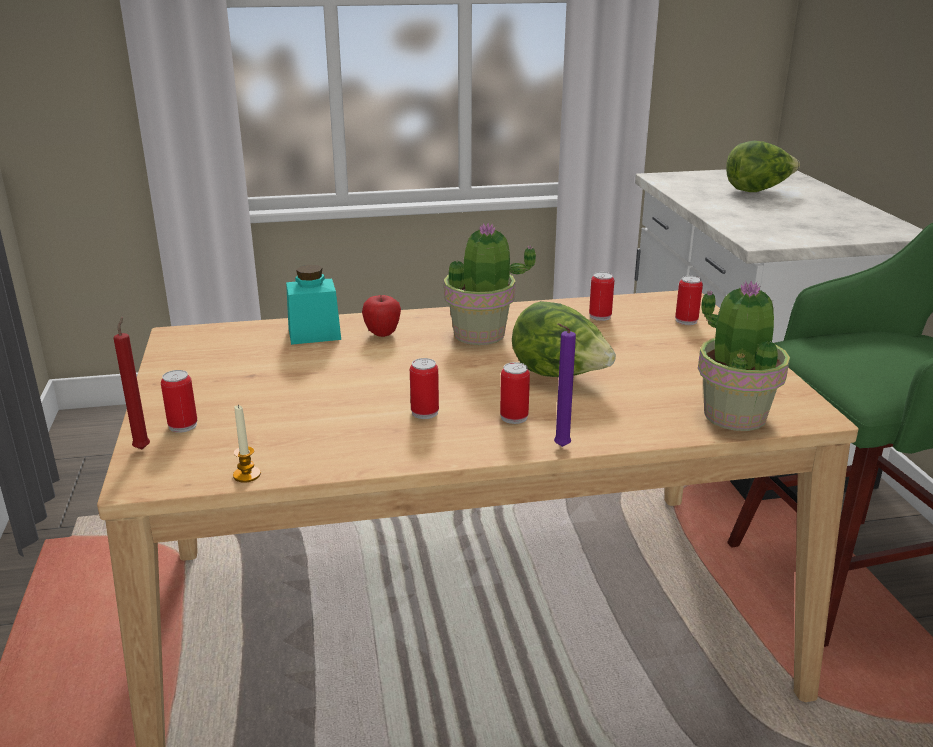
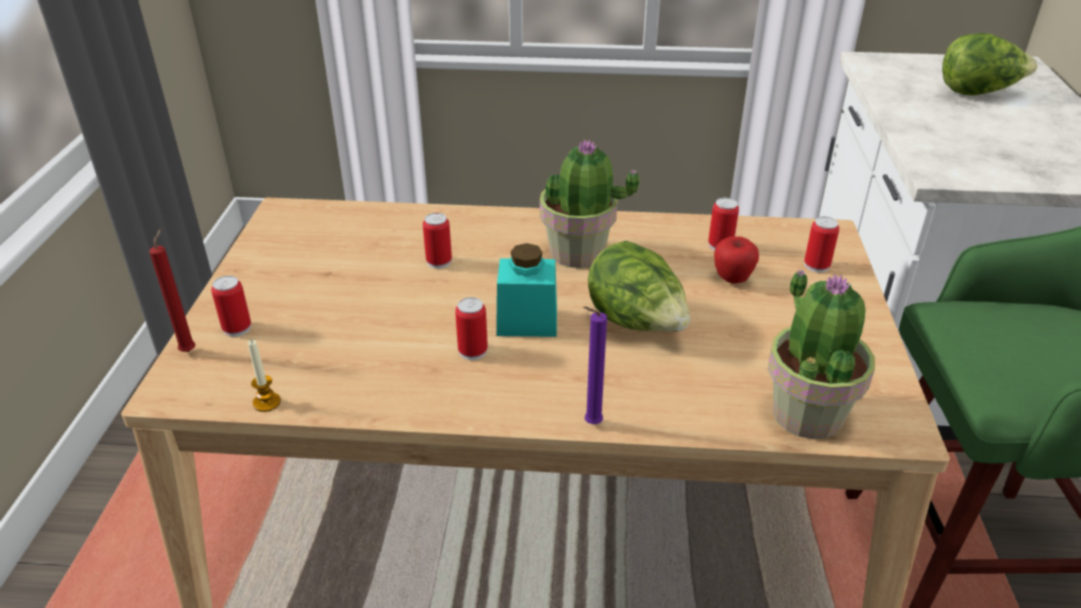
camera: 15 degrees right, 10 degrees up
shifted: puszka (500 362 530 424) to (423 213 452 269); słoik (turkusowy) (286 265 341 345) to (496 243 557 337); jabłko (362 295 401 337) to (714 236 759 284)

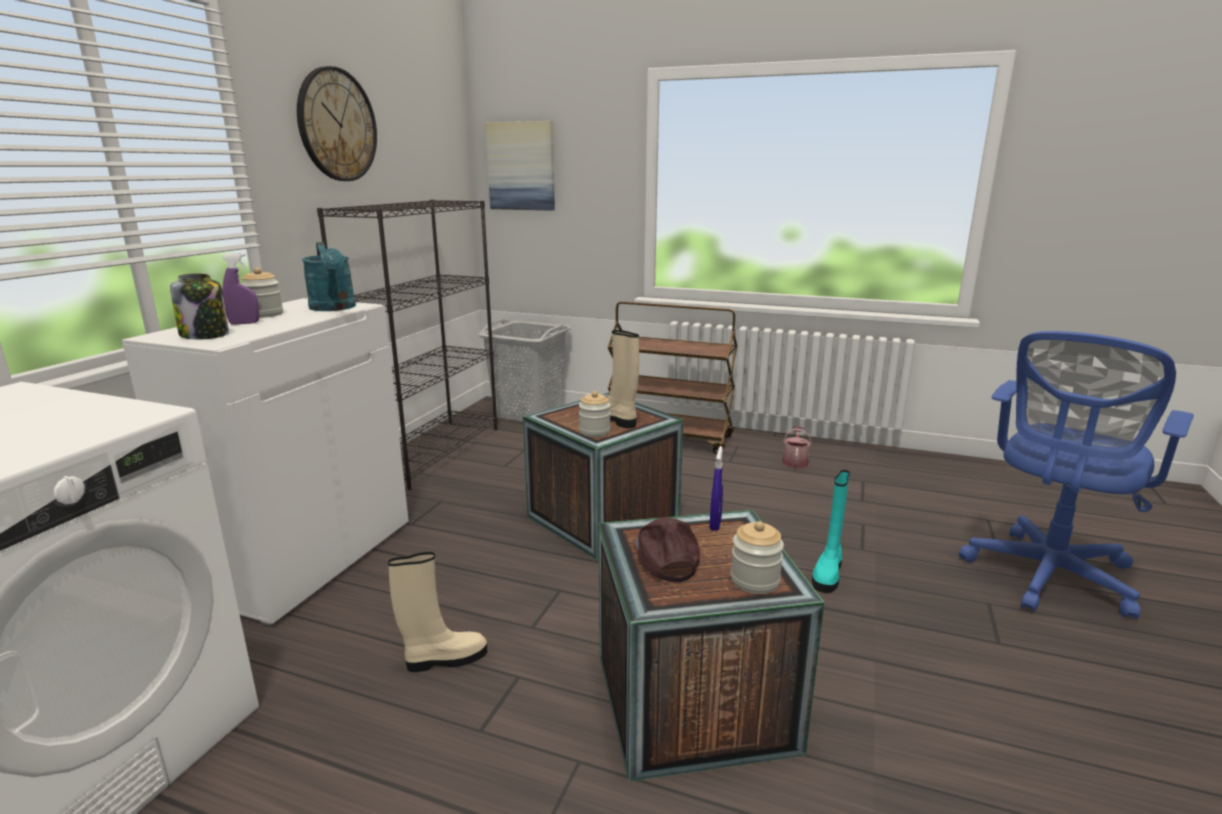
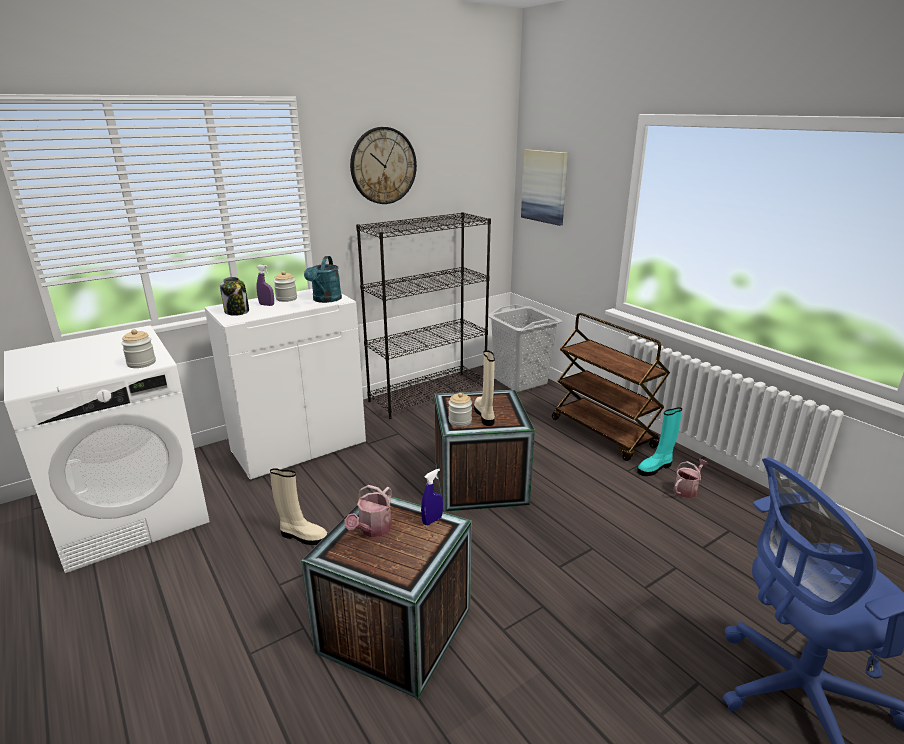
camera: 35 degrees right, 5 degrees up
shifted: słoik (731 521 784 594) to (121 329 156 368); but z cholewką (turkusowy) (812 470 850 593) to (637 407 682 476)
swapped: czapka z daszkiem (brązowy) (634 517 700 583) to konewka (345 485 392 537)

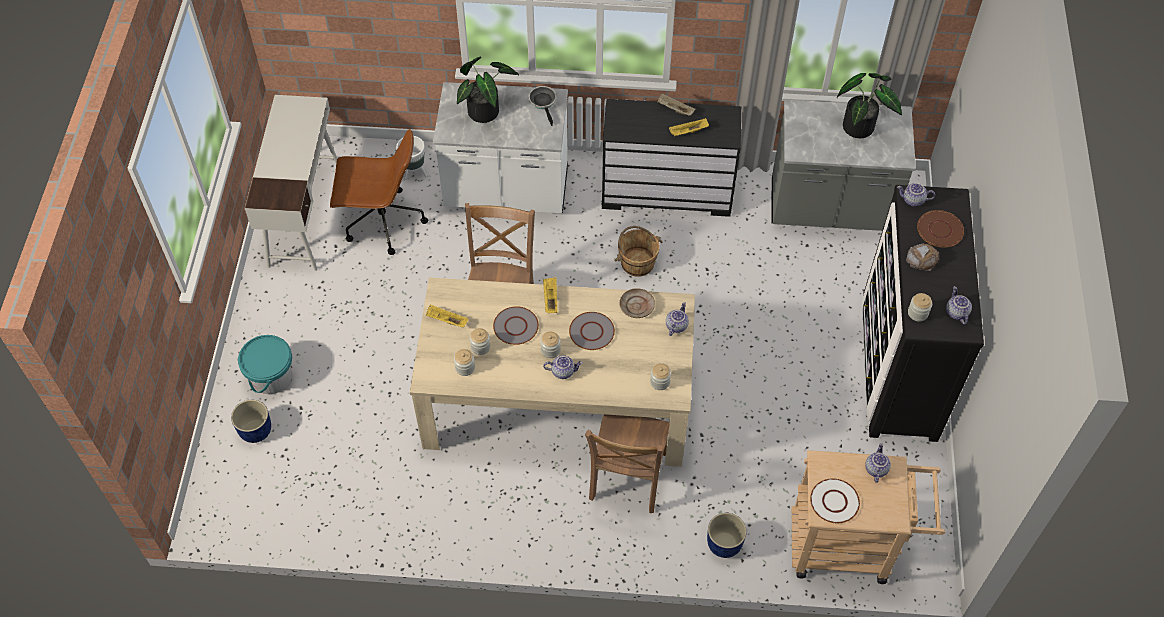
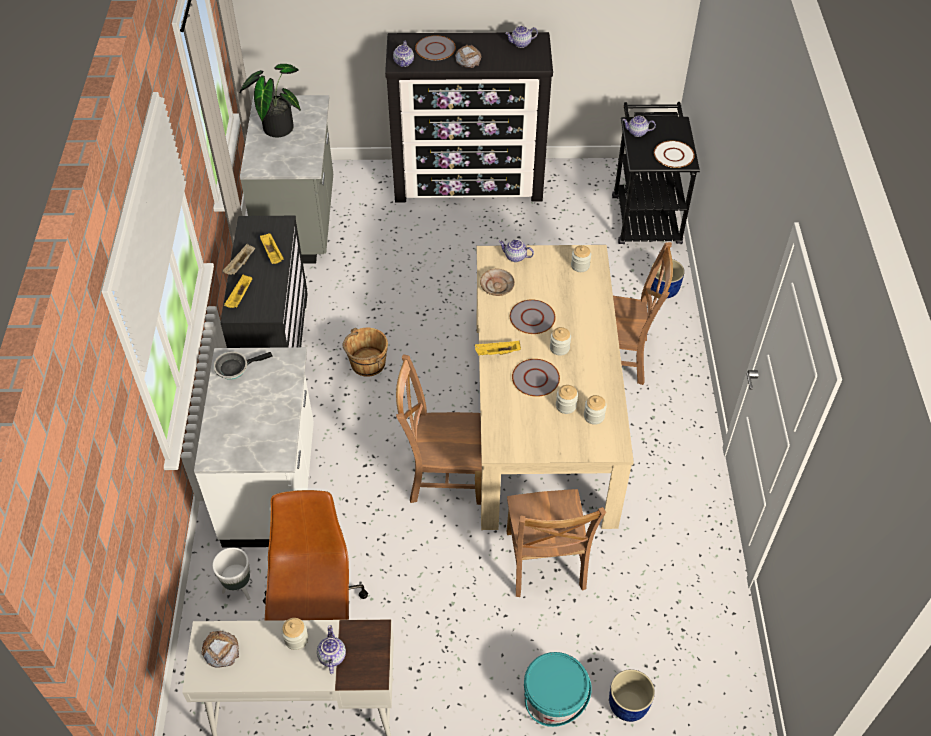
camera: 95 degrees left, 5 degrees down
gone: roślina doniczkowa (457 57 519 123)
new: chleb (201 631 239 668); krzesło (brązowy) (506 489 606 597)
shifted: taca (żółty) (426 304 469 327) to (224 274 253 308); słoik (908 293 932 321) to (281 618 308 650); imbryk (543 355 583 379) to (317 625 346 674)
repainted: talerz (brązowy) (917 210 964 247) to talerz (szary) (415 35 456 61); wózek (beżowy) (792 450 945 584) to wózek (czarny) (612 102 700 244)

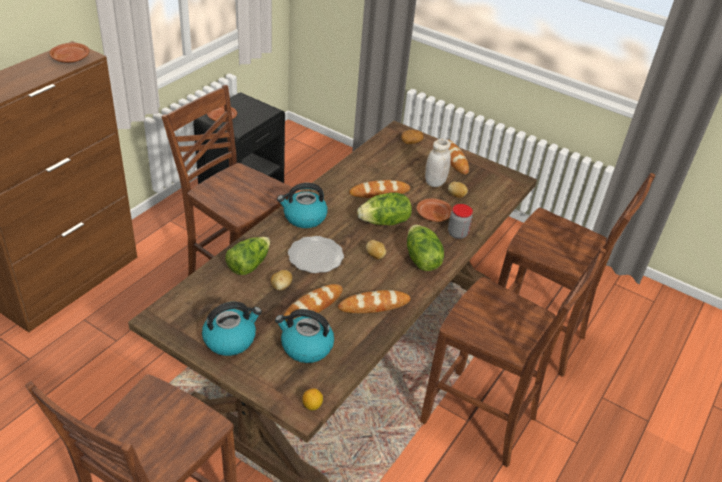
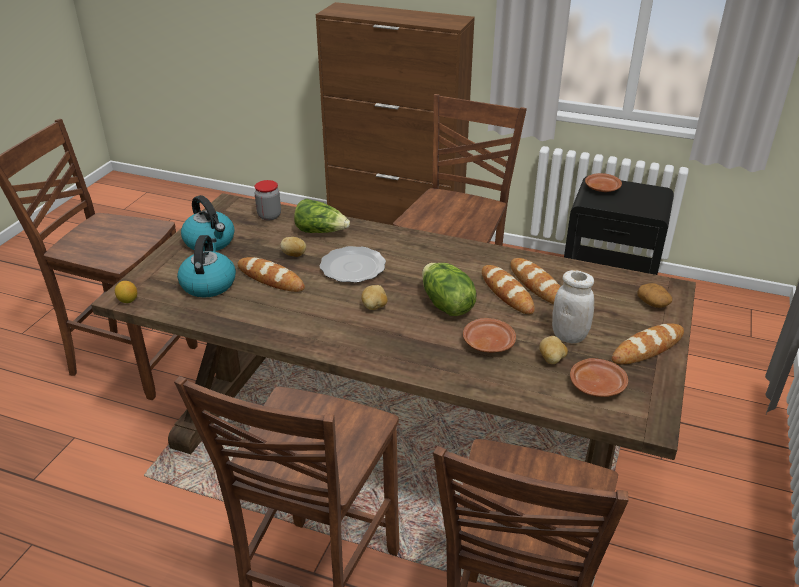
camera: 80 degrees right, 5 degrees down
gone: czajnik (277 183 328 228); sałata (407 225 444 271)
shifted: słoik (448 204 473 239) to (255 180 281 221); chleb (338 290 411 313) to (510 258 561 304); talerz (brązowy) (50 43 89 63) to (570 358 628 397)

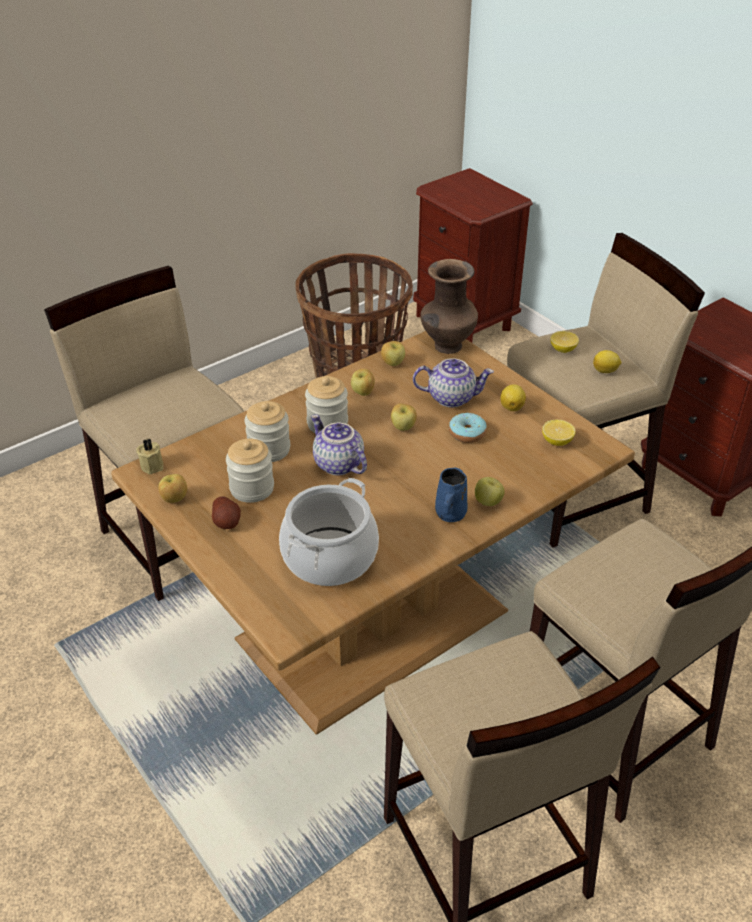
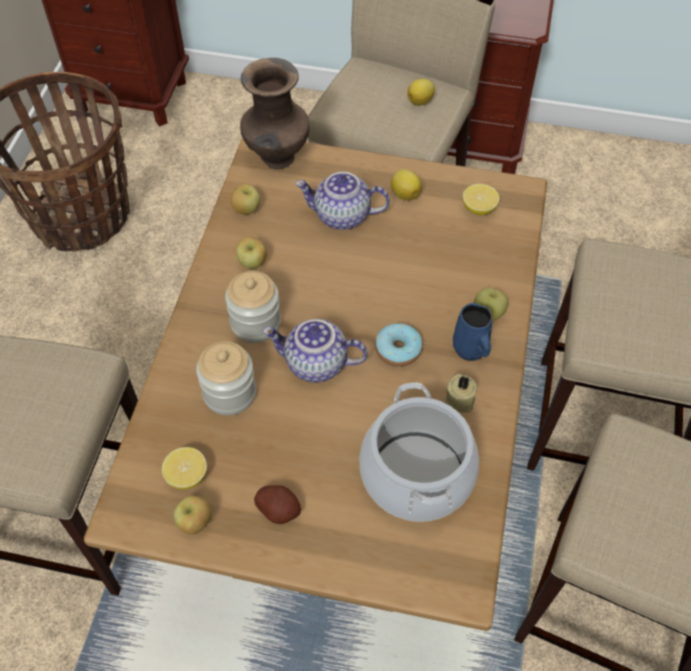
camera: 40 degrees left, 15 degrees up
gone: słoik (226 439 274 503); jabłko (391 403 417 431)
shifted: cytryna (550 331 579 353) to (162 447 207 490); donut (449 413 487 443) to (375 323 422 367); świeca (beżowy) (136 439 164 474) to (444 374 477 413)
rotated: imbryk (413 358 494 408) = (295 172 390 230) 135 degrees counterclockwise

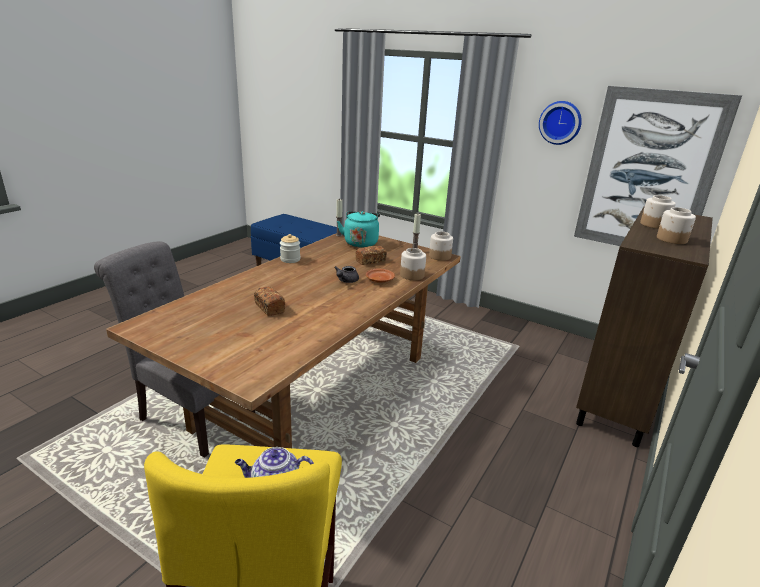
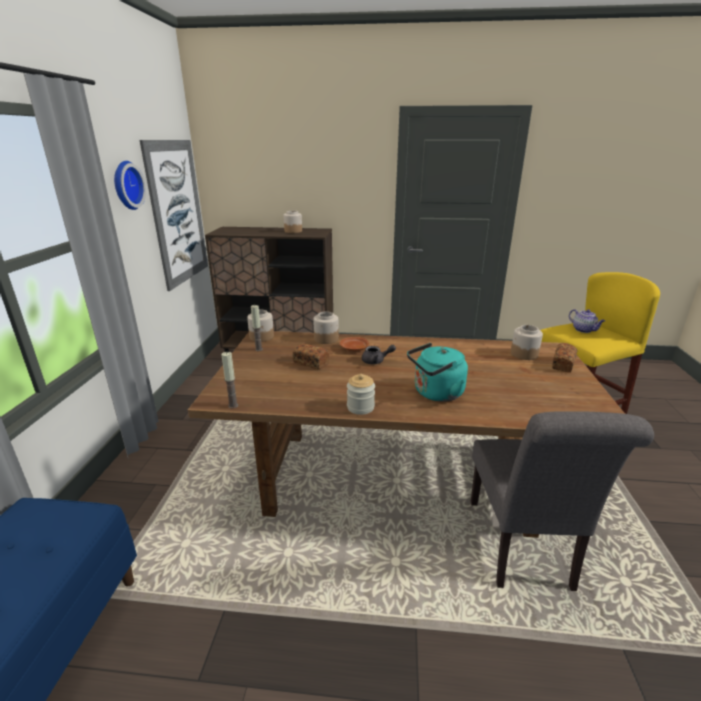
camera: 115 degrees left, 0 degrees up
shifted: czajnik (turkusowy) (337 211 380 248) to (407 343 468 402); słoik (640 195 676 229) to (511 325 543 360); chleb (254 286 285 316) to (552 343 577 373)

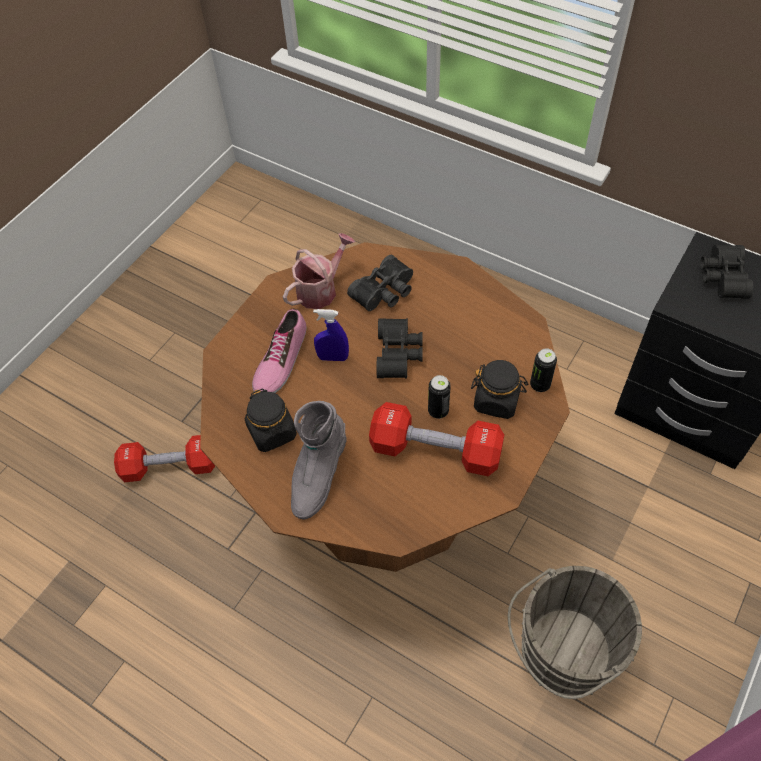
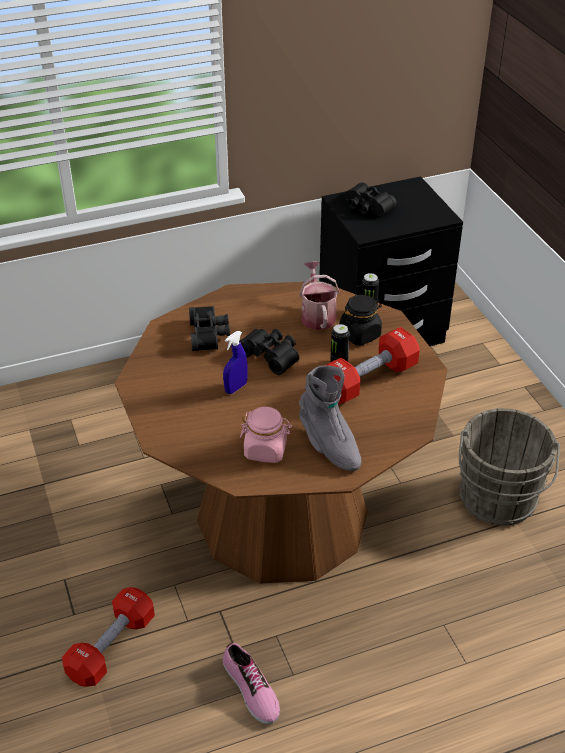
camera: 55 degrees left, 15 degrees down
shifted: but (252 308 306 393) to (223 643 280 724); konewka (283 233 355 309) to (299 261 340 330)
repainted: słoik (czarny) (245 388 297 452) to słoik (różowy) (240 407 292 463)

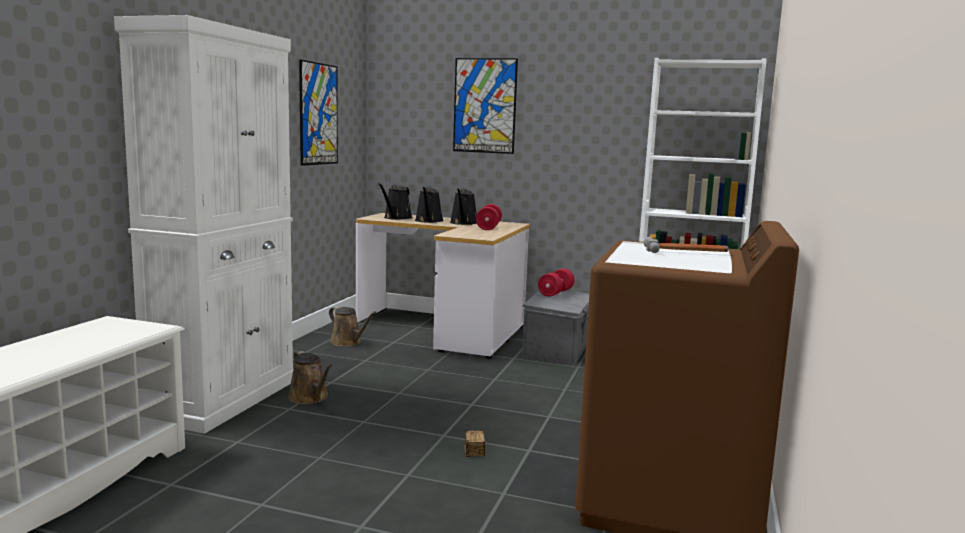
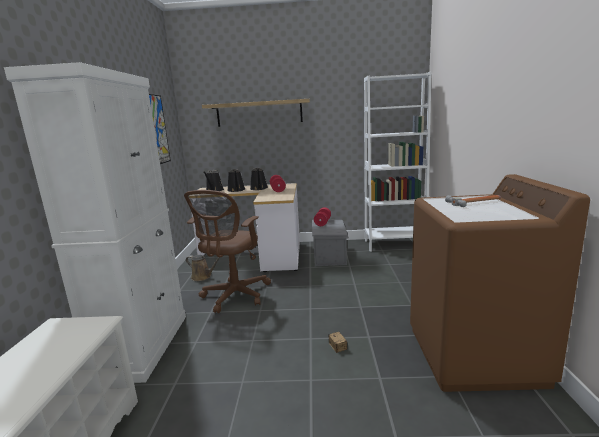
camera: 15 degrees left, 5 degrees up
gone: konewka (brązowy) (288 351 333 404)
new: krzesło biurowe (brązowy) (184 190 271 313)
swapped: obraz (453 58 518 154) to półka (202 99 310 127)

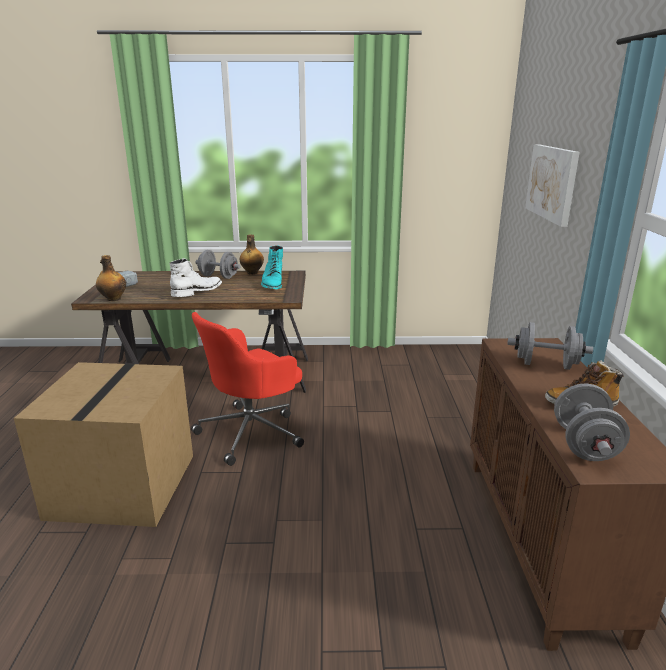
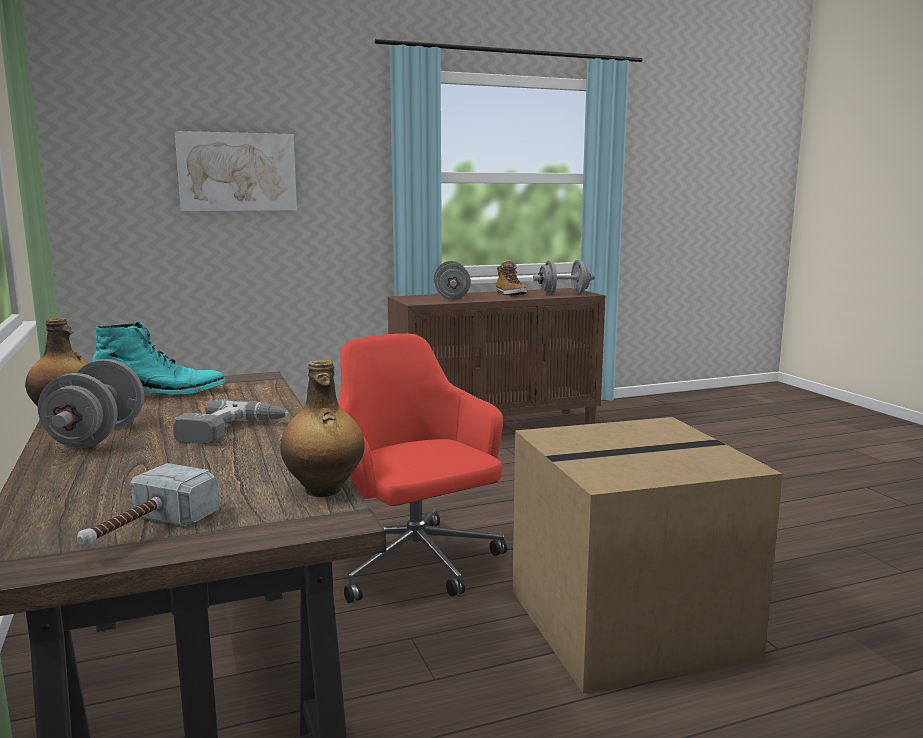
camera: 110 degrees left, 10 degrees down
swapped: but z cholewką (biały) (170 258 222 297) to wiertarka (173 399 289 444)
rotated: krzesło biurowe (czerwony) (191 312 304 466) = (338 333 507 603) 150 degrees counterclockwise

